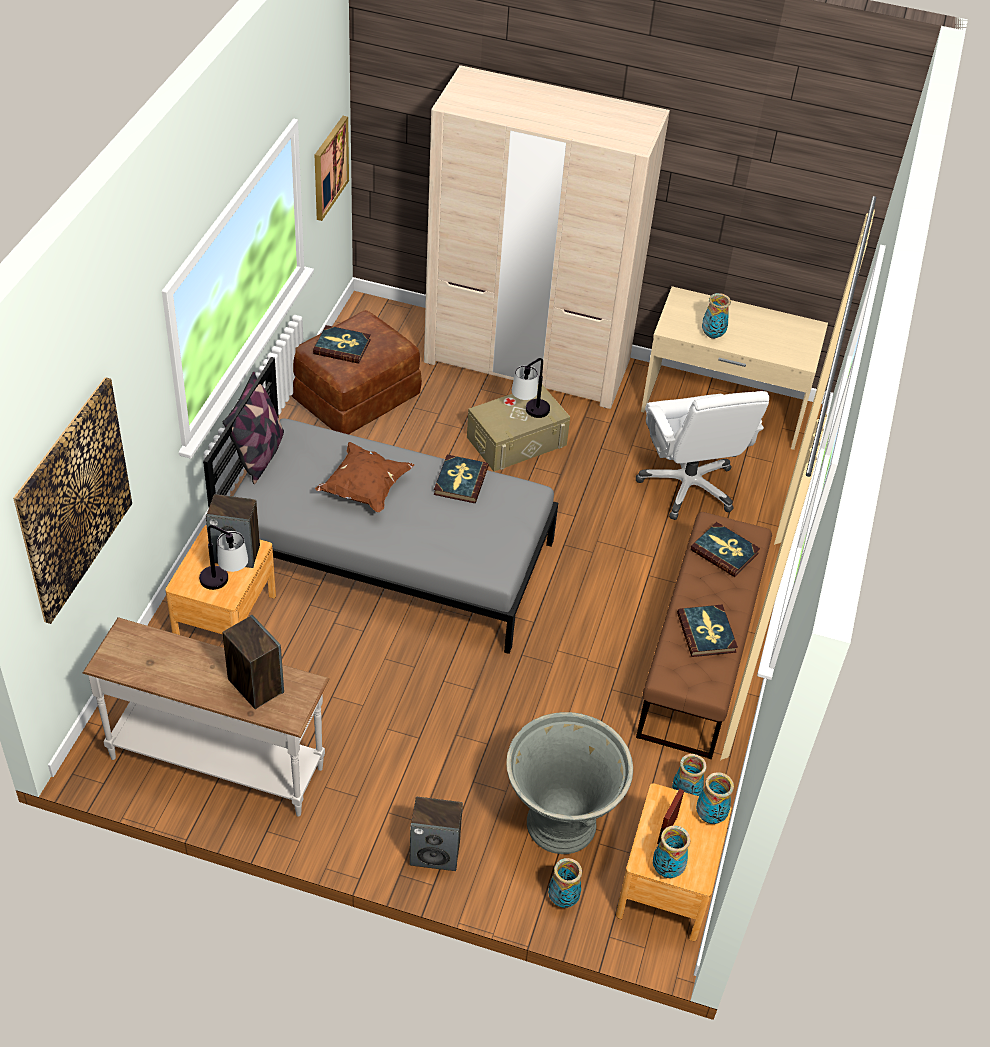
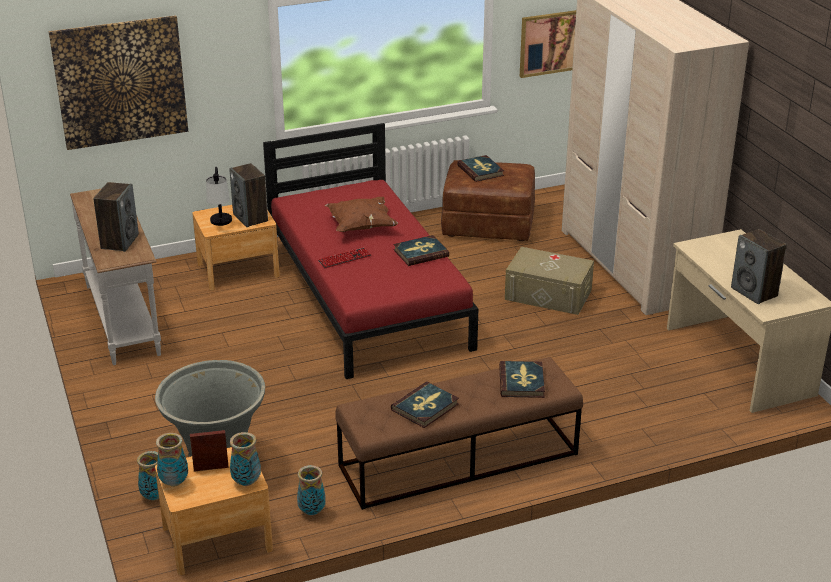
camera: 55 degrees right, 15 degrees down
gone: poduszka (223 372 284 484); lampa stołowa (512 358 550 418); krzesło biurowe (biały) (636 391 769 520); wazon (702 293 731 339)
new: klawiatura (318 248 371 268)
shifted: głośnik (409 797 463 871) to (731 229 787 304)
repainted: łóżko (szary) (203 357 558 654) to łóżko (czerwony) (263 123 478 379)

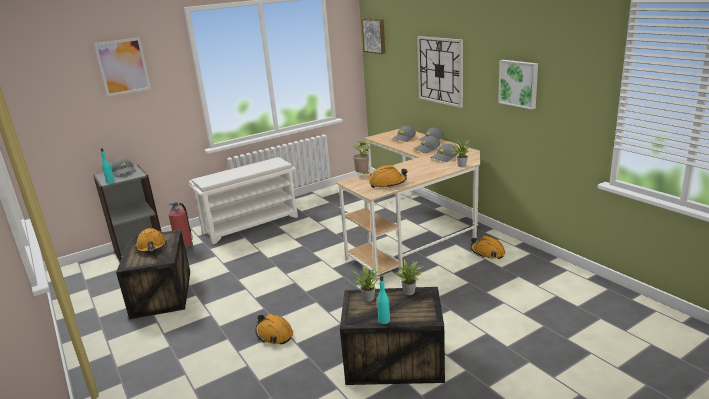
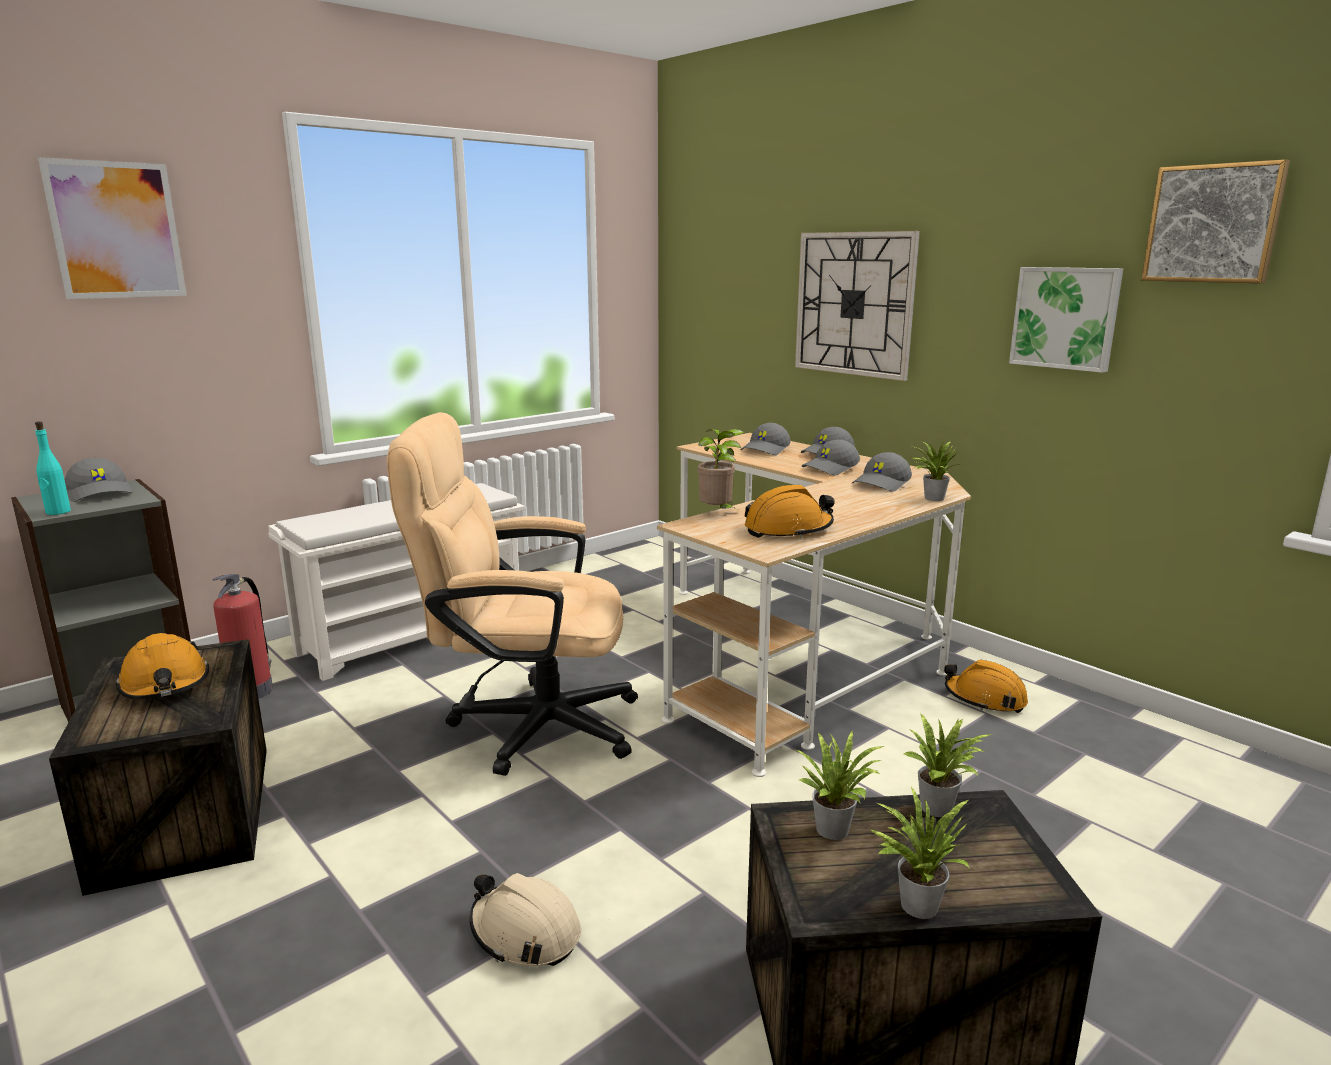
camera: 10 degrees left, 5 degrees down
new: krzesło biurowe (beżowy) (387 412 638 776)
shifted: obraz (362 18 385 54) to (1141 159 1290 283)
swapped: butelka (turkusowy) (377 276 390 324) to roślina doniczkowa (869 787 970 919)
repainted: kask (pomarańczowy) (255 314 293 344) to kask (beżowy) (470 873 581 966)

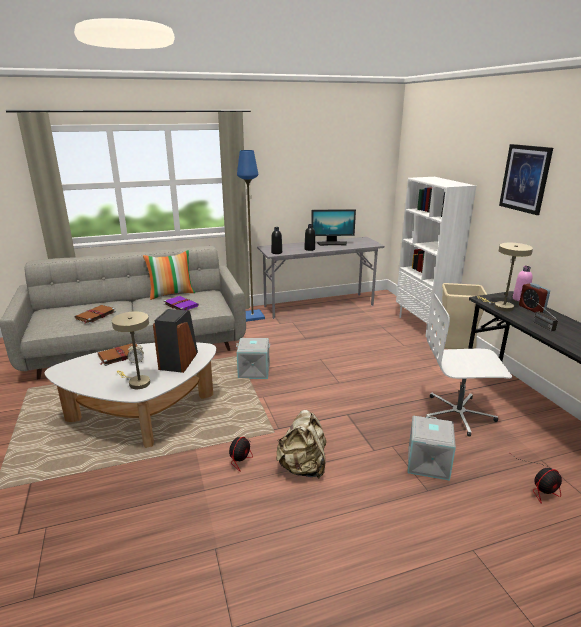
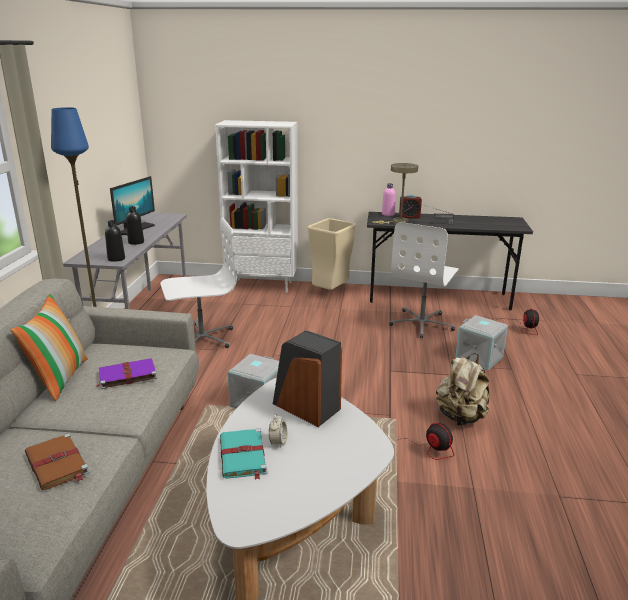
camera: 65 degrees left, 0 degrees up
gone: lampa stołowa (beżowy) (112 311 150 389); obraz (499 144 553 215)
new: krzesło biurowe (biały) (160 217 237 348)
repainted: książka (brązowy) (98 343 138 366) to książka (turkusowy) (220 428 267 480)

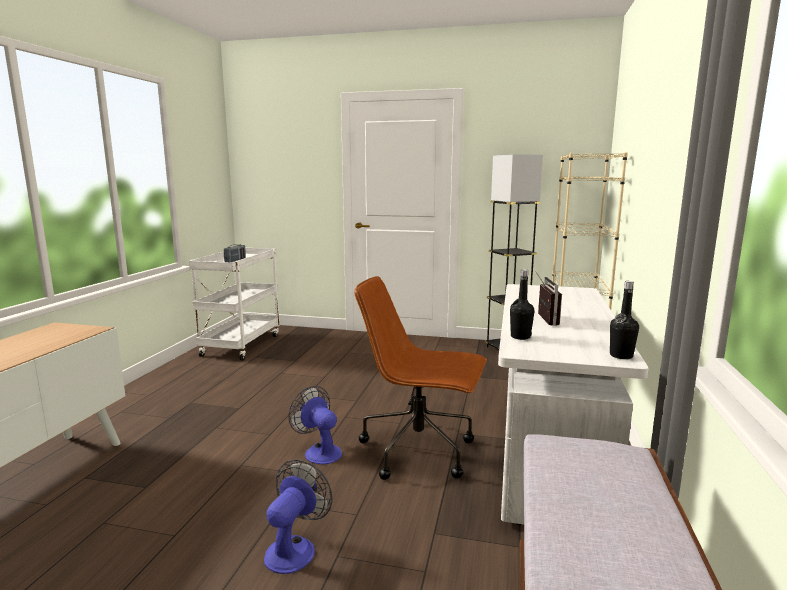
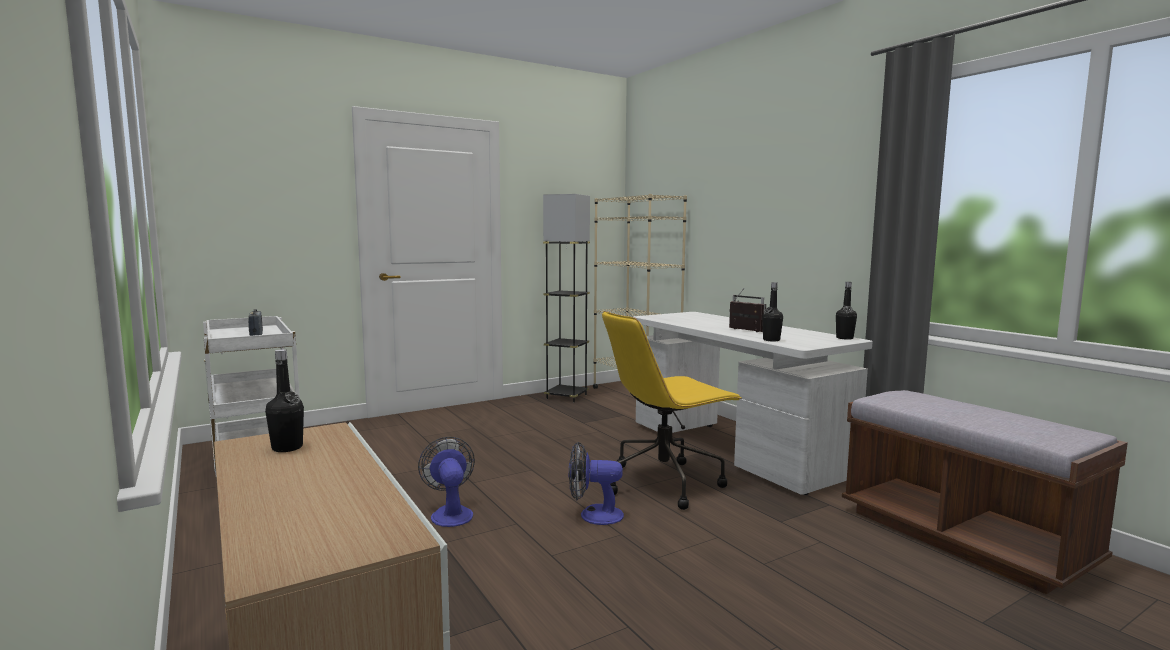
camera: 45 degrees left, 5 degrees down
new: butelka (czarny) (265 349 304 452)
shifted: wentylator (264 460 332 574) to (418 437 475 527)
repainted: krzesło biurowe (brązowy) (354 276 487 480) to krzesło biurowe (żółty) (602 311 742 510)

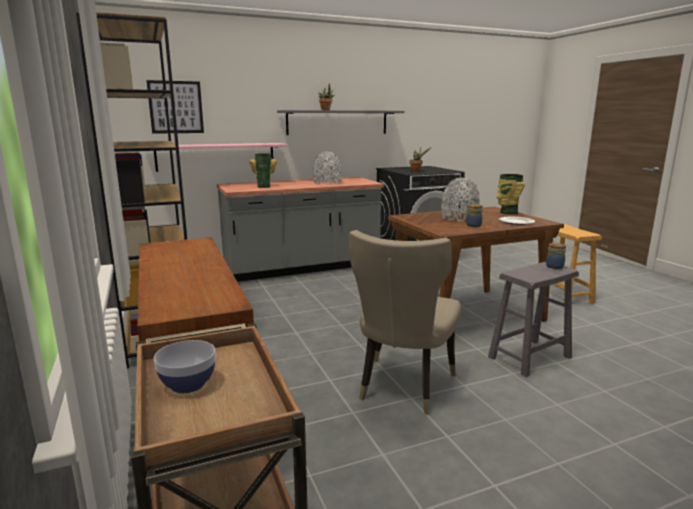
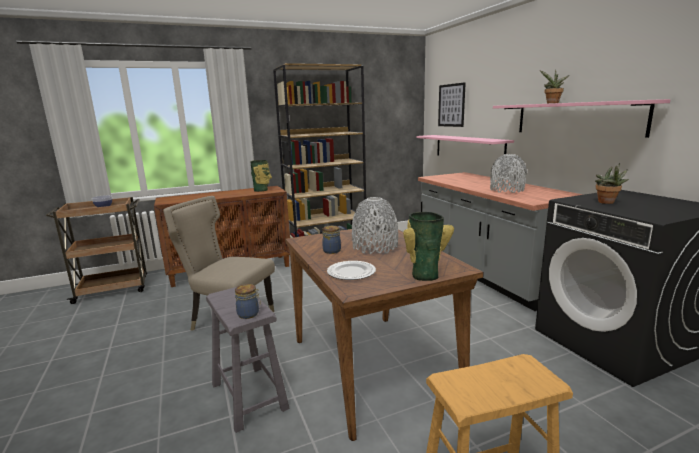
camera: 90 degrees right, 0 degrees up
shifted: wazon (249 153 277 188) to (250 160 272 192)
repainted: półka (szary) (277 110 405 135) to półka (różowy) (493 99 670 138)

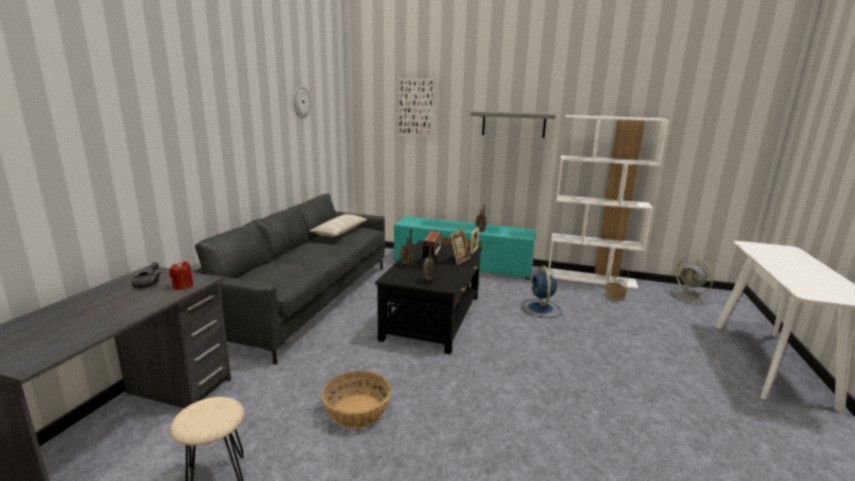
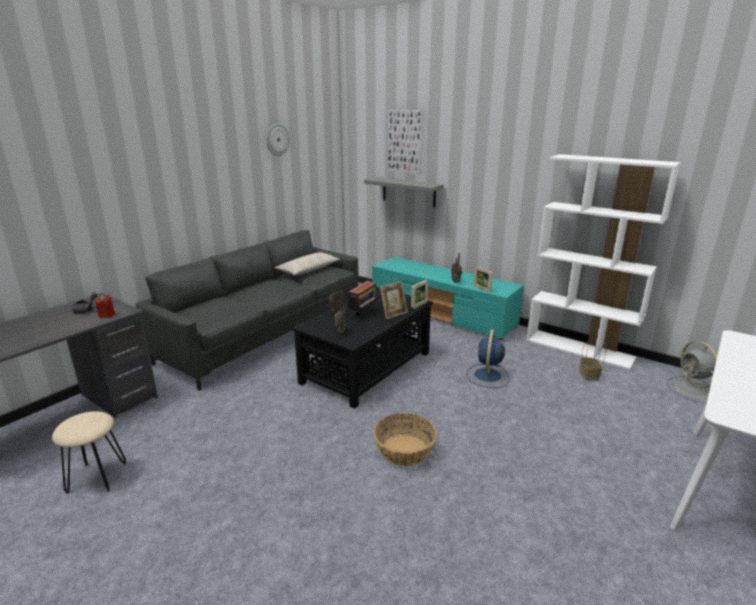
camera: 20 degrees right, 5 degrees up
new: ramka na zdjęcie (473 266 493 292)
shifted: półka (szary) (471 111 556 138) to (364 177 444 207); koszyk (321 371 391 428) to (373 413 437 466)

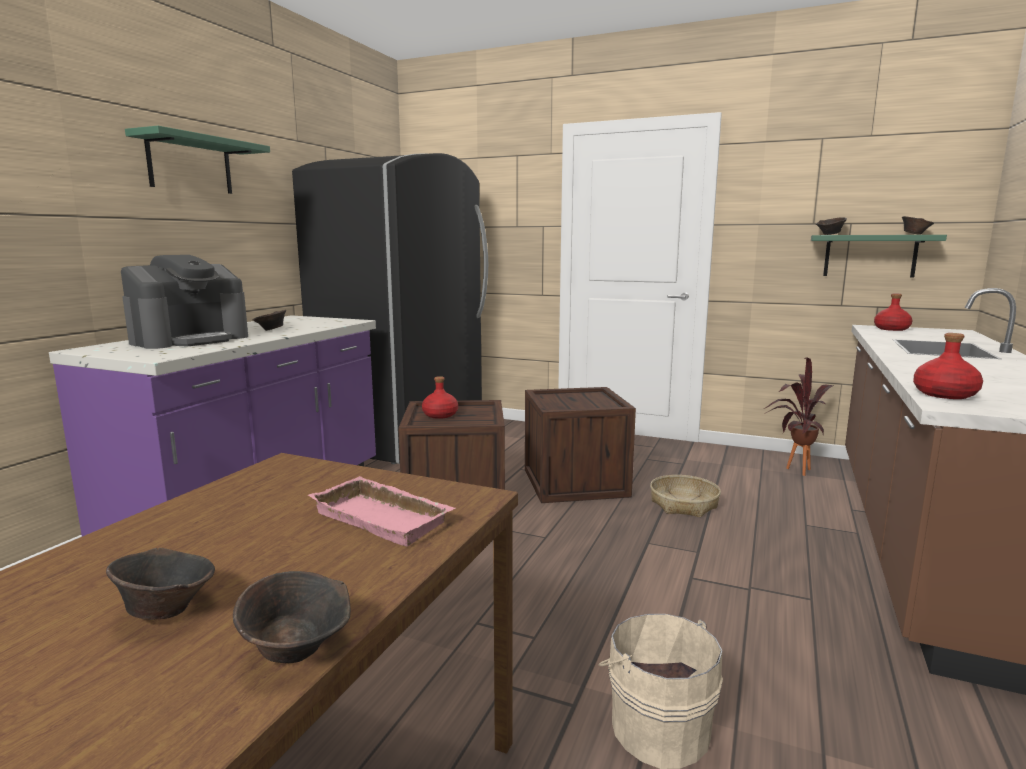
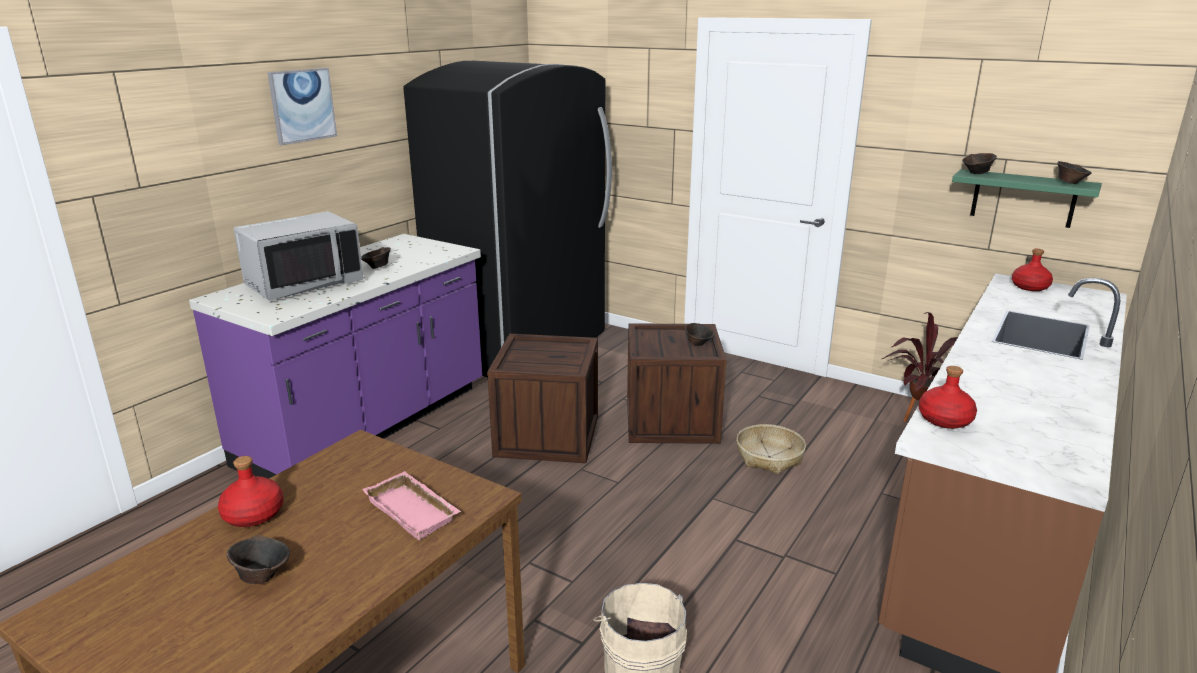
camera: 10 degrees right, 10 degrees up
shifted: butelka (czerwony) (422 376 458 419) to (218 456 284 527); miska (brązowy) (233 571 351 663) to (685 323 714 346)
swapped: ekspres do kawy (121 255 248 349) to mikrofalówka (szary) (234 211 364 301); półka (zielony) (125 126 270 194) to obraz (268 68 337 145)

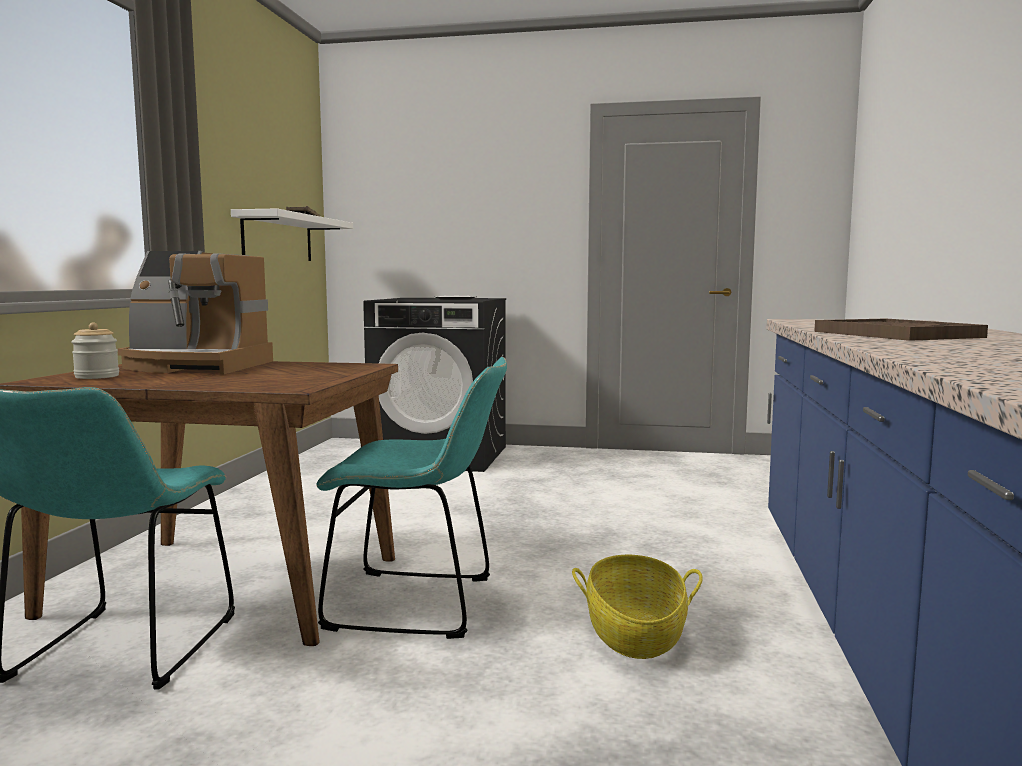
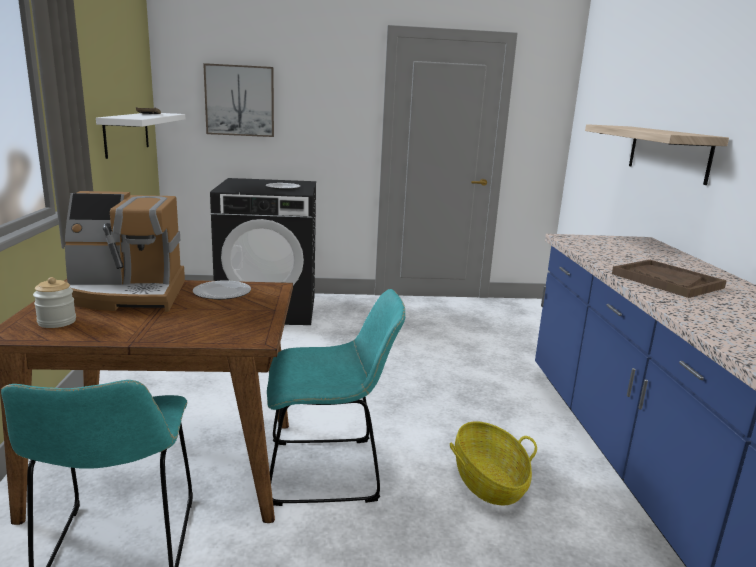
camera: 15 degrees left, 10 degrees up
new: talerz (193 280 251 300); obraz (203 63 274 137); półka (585 124 729 185)

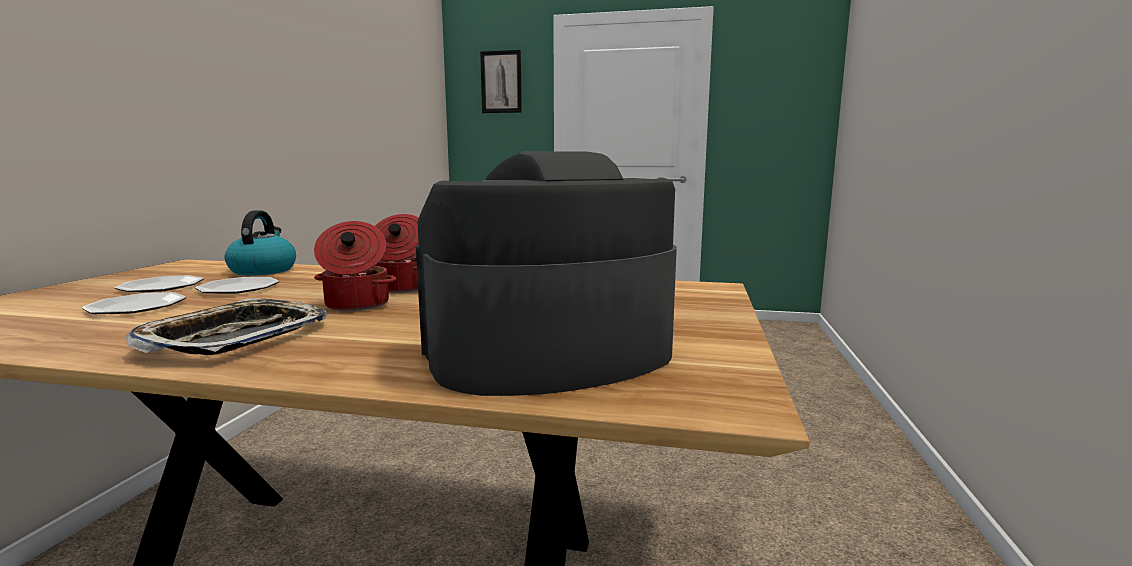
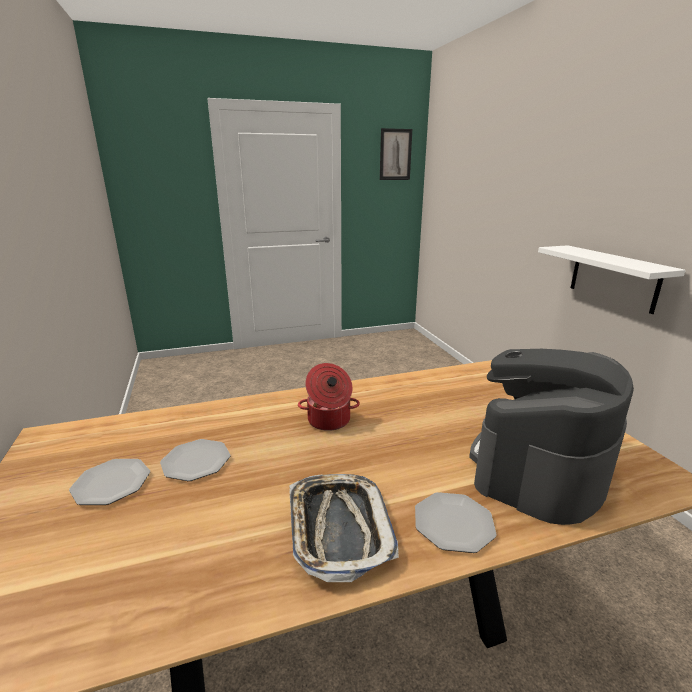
camera: 30 degrees left, 10 degrees up
gone: czajnik (224 210 296 276); garnek (314 221 396 311)
new: półka (biały) (538 245 686 314)
shifted: obraz (480 50 522 113) to (380 128 412 180); talerz (82 292 186 314) to (415 492 497 553)

